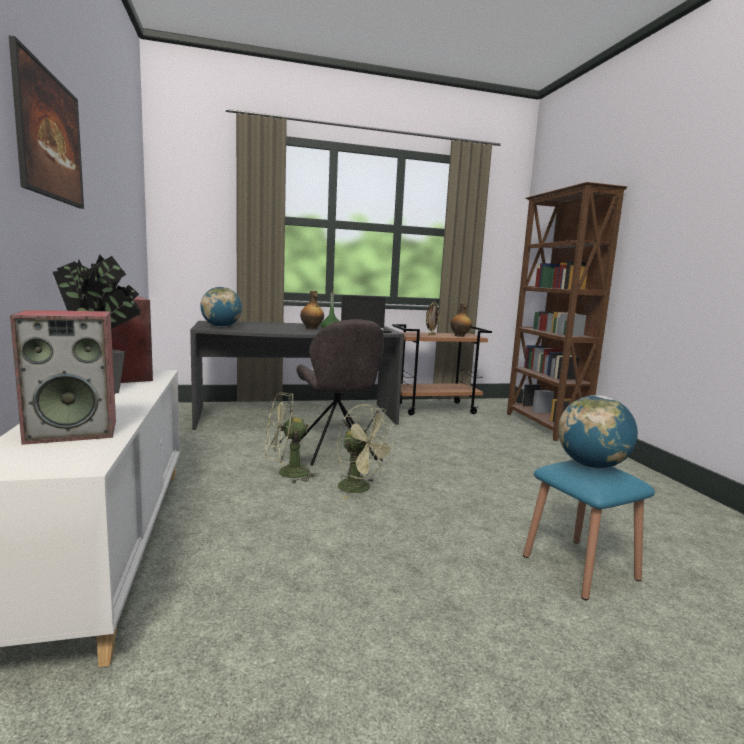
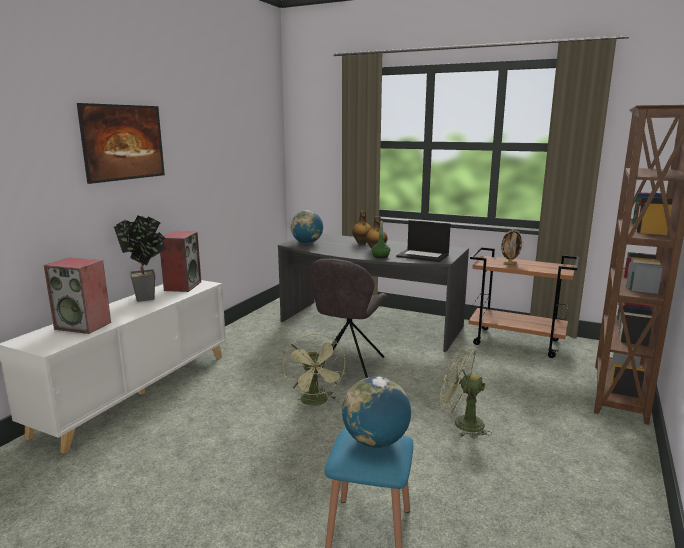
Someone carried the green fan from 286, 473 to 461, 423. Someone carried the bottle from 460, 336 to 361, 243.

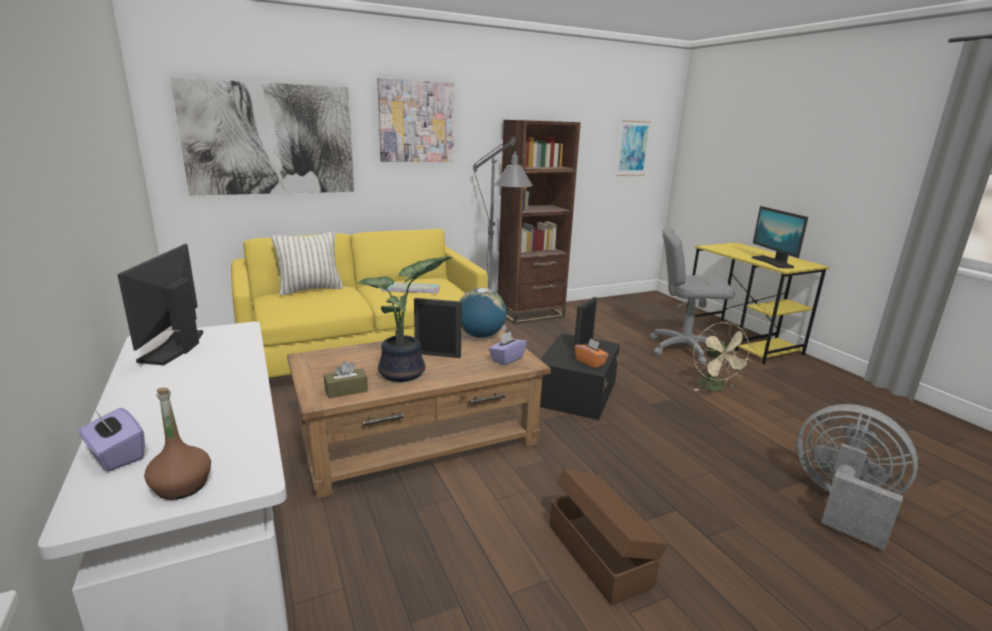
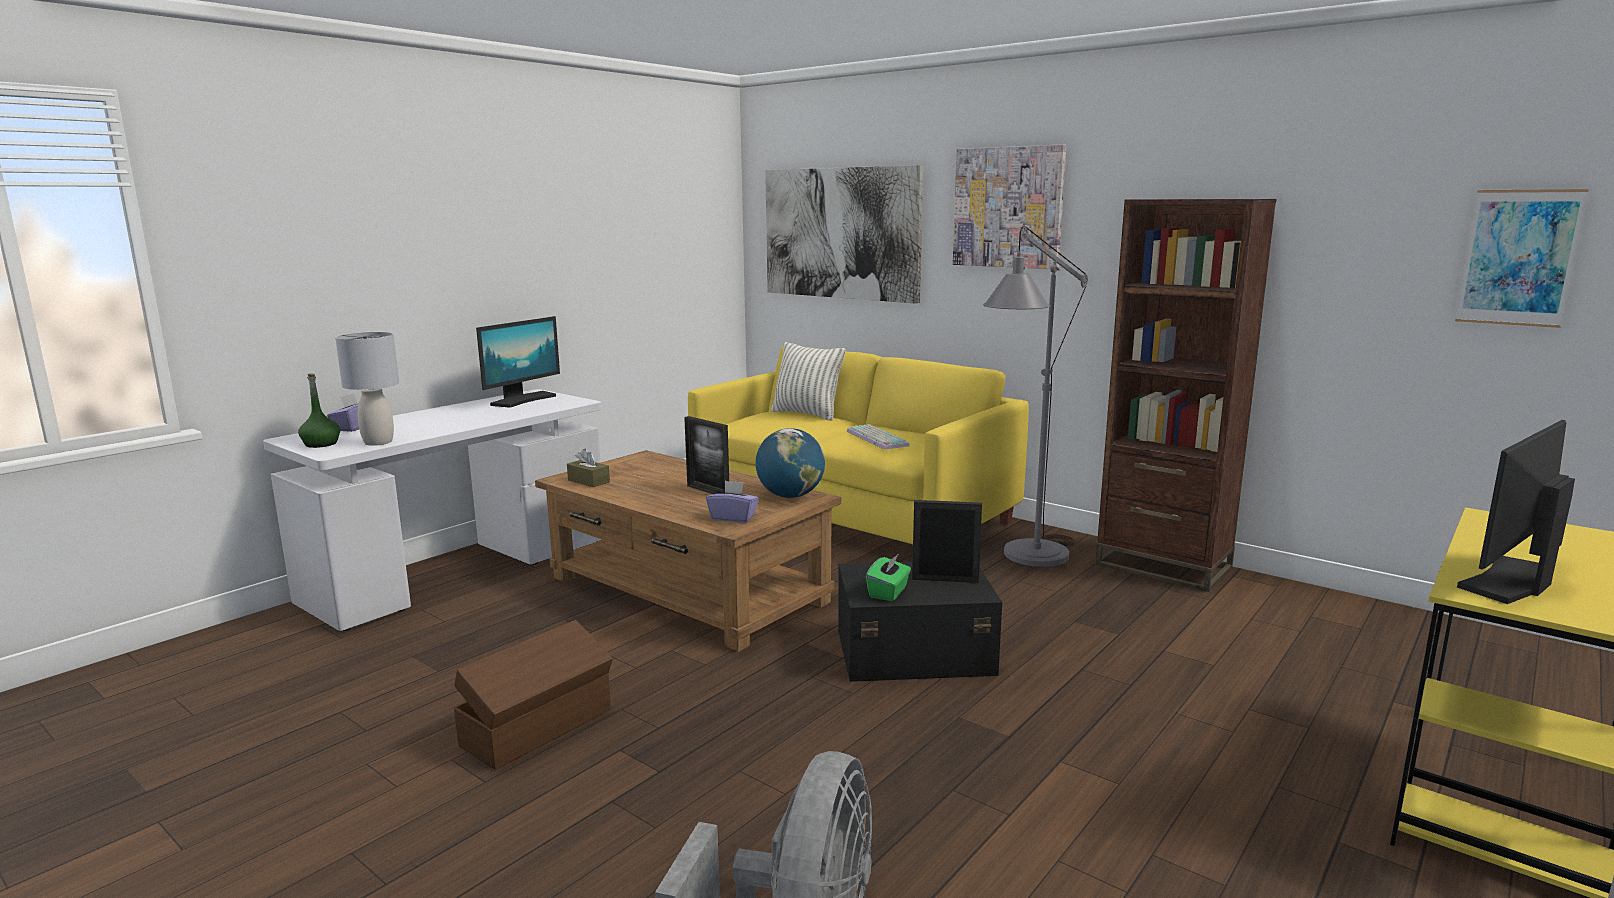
Someone took away the potted plant at 404, 374. Someone took away the grey office chair at 683, 348. Someone took away the beige fan at 714, 388. Someone put down the grey table lamp at 377, 442. Someone repainted the brown bottle at 182, 486, which became the green bottle at 321, 444. Someone repainted the orange tissue box at 590, 362, which became the green tissue box at 888, 592. Someone rotated the monitor at 175, 348 by 150 degrees clockwise. Someone rotated the picture frame at 437, 355 by 150 degrees clockwise.

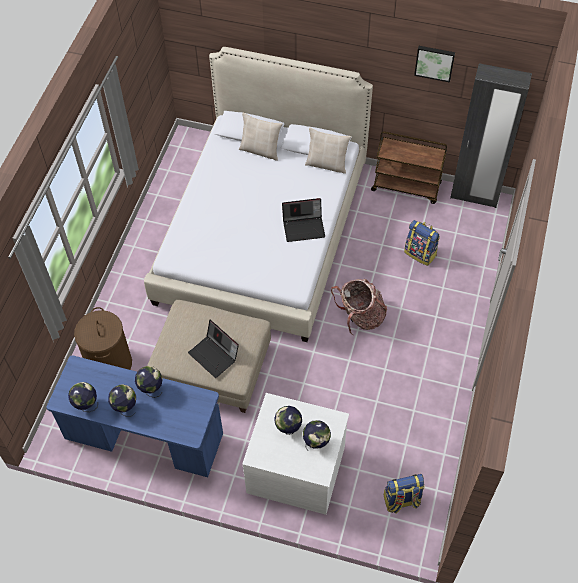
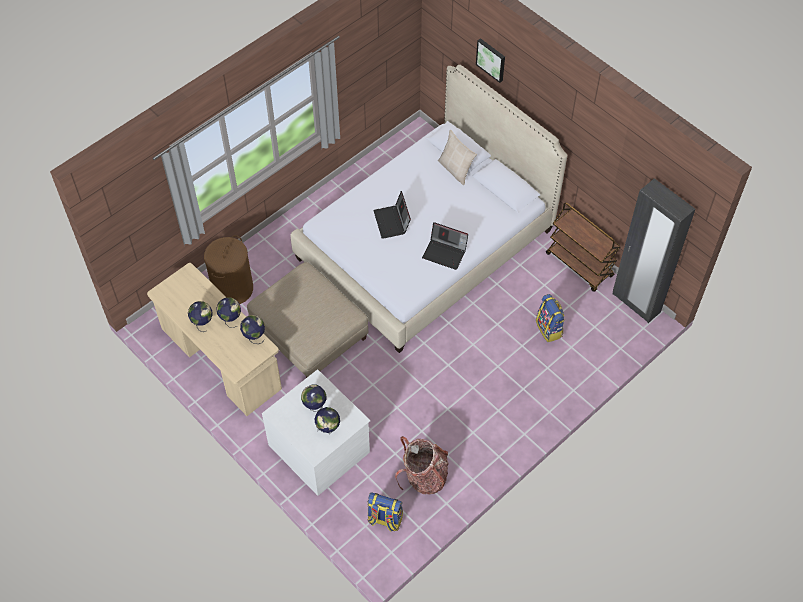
Someone took away the beige pillow at 327, 164. Someone carried the globe from 86, 405 to 254, 337. Someone carried the laptop from 214, 355 to 392, 222. Someone carried the backpack from 360, 317 to 424, 476. Someone carried the picture from 434, 62 to 491, 59. Someone repainted the blue desk at 144, 437, which became the beige desk at 221, 360.

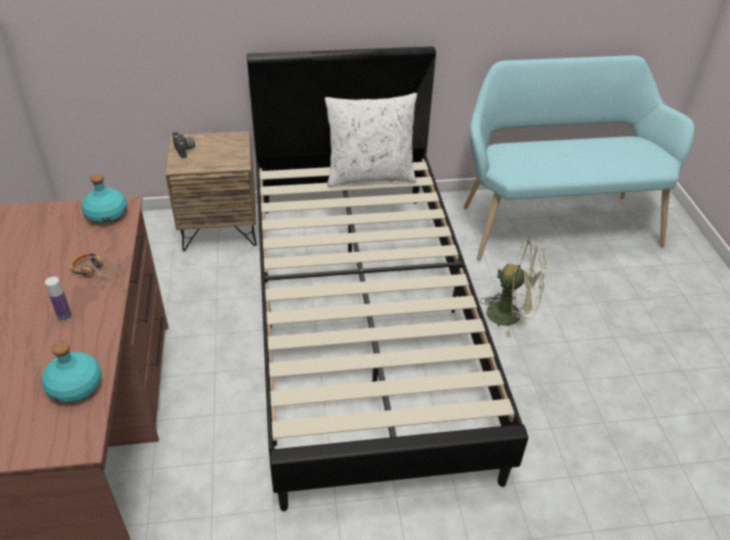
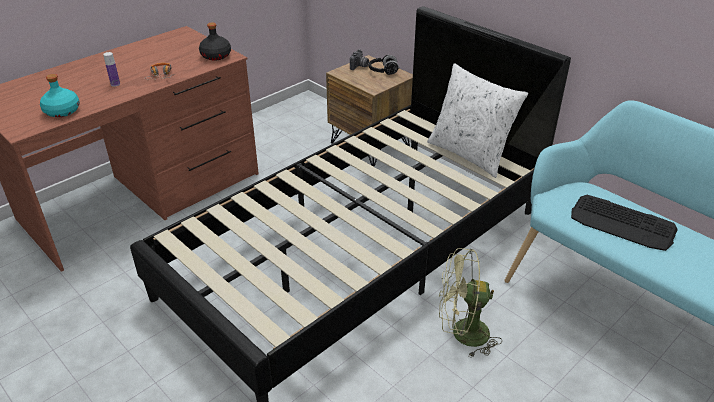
Someone put down the black headphones at 383, 71. Someone put down the keyboard at 622, 223. Someone repainted the turquoise bottle at 107, 215, which became the black bottle at 216, 56. Someone rotated the green fan at 511, 315 by 105 degrees clockwise.

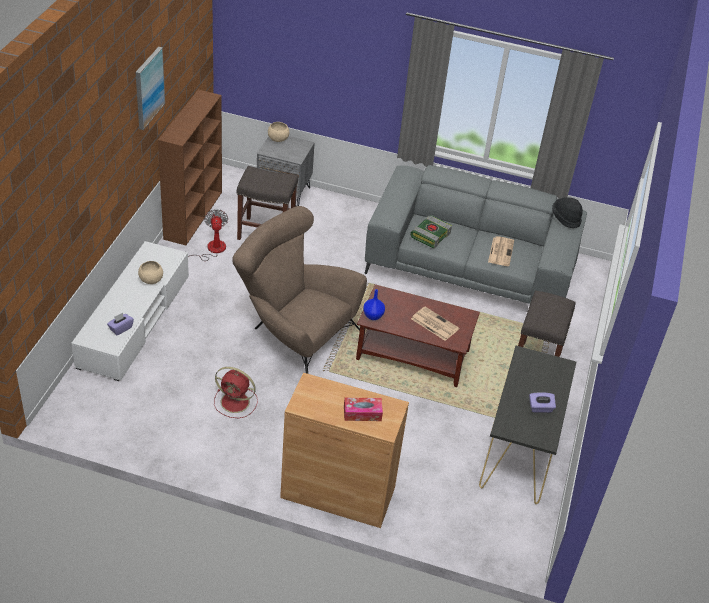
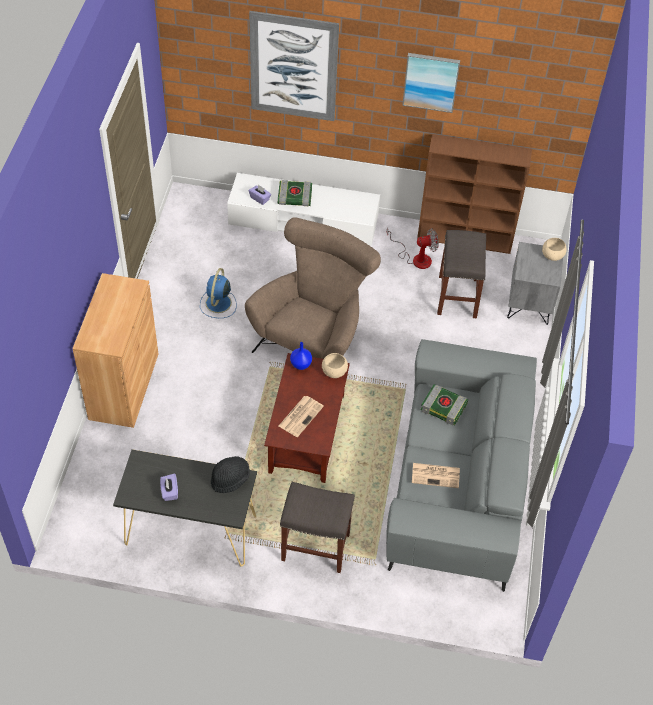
Someone took away the tissue box at 362, 413. Someone put up the picture at 293, 67. Someone put down the book at 294, 197. Someone carried the beige bowl from 151, 279 to 334, 371. Someone carried the black hat from 566, 218 to 230, 479. Someone repainted the red fan at 236, 402, which became the blue fan at 218, 304.

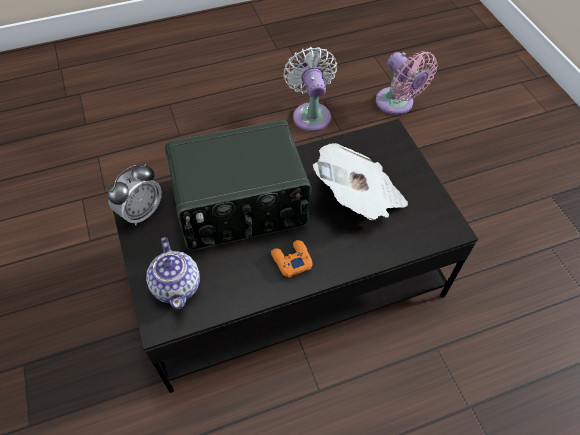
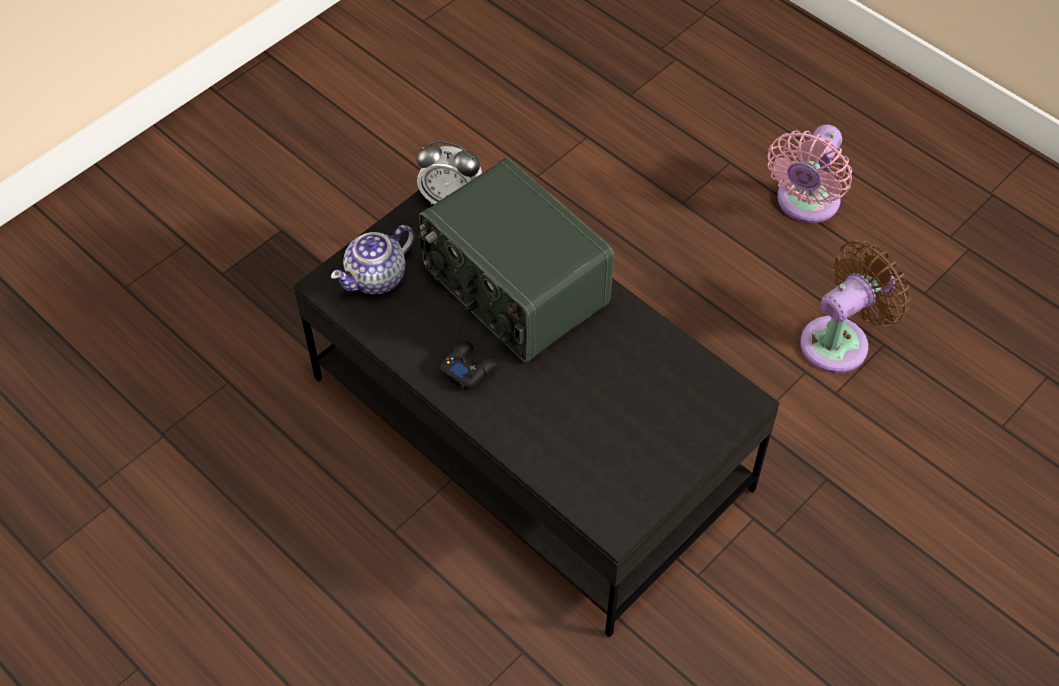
Someone took away the newspaper at 359, 197. Someone carried the pink fan from 397, 104 to 805, 204. Someone repainted the orange game controller at 291, 260, which became the black game controller at 467, 368. Someone repainted the white fan at 311, 114, which became the brown fan at 840, 341.

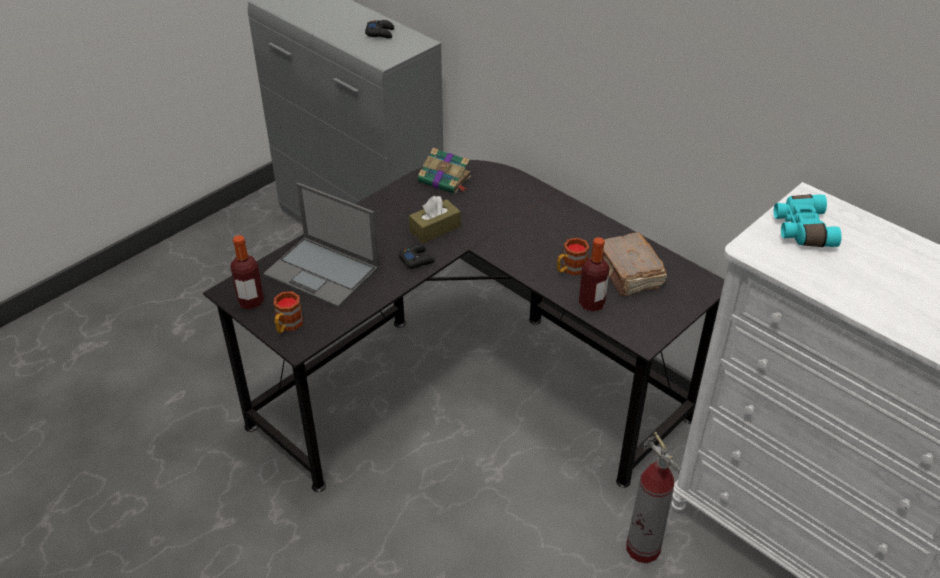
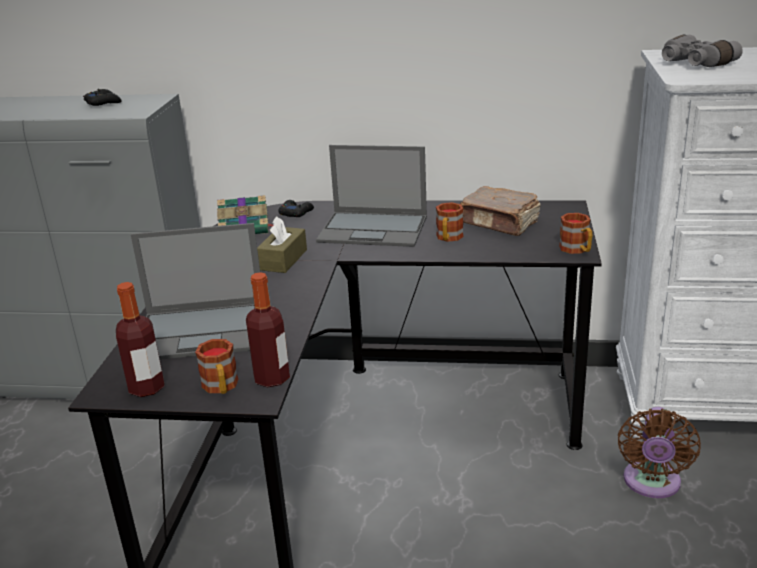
Someone put down the laptop at 374, 229. Someone put down the mug at 577, 250. Someone carried the black game controller from 416, 260 to 296, 213. Someone carried the bottle from 591, 304 to 272, 378. Someone swapped the fire extinguisher at 643, 548 for the brown fan at 651, 484. Someone repainted the turquoise binoculars at 801, 230, which became the grey binoculars at 694, 63.

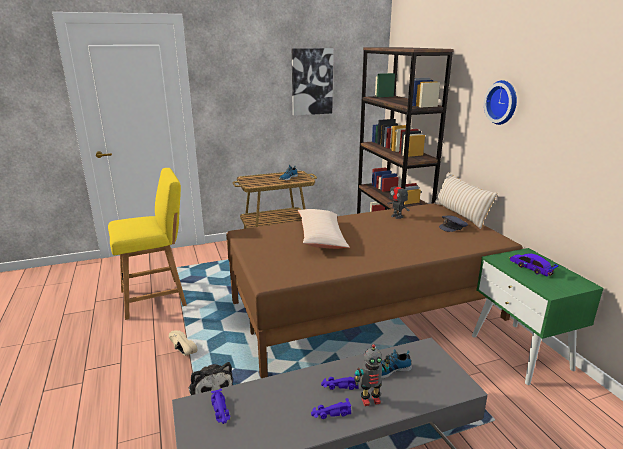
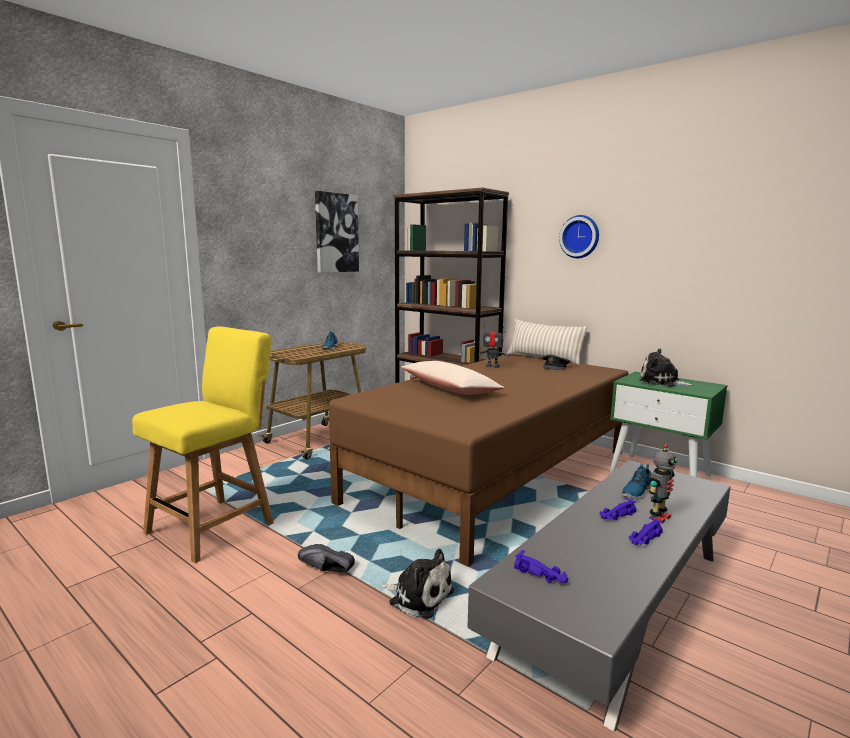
Someone swapped the toy car at 531, 268 for the plush toy at 662, 382. Someone repainted the beige shoe at 180, 349, which became the black shoe at 325, 570.

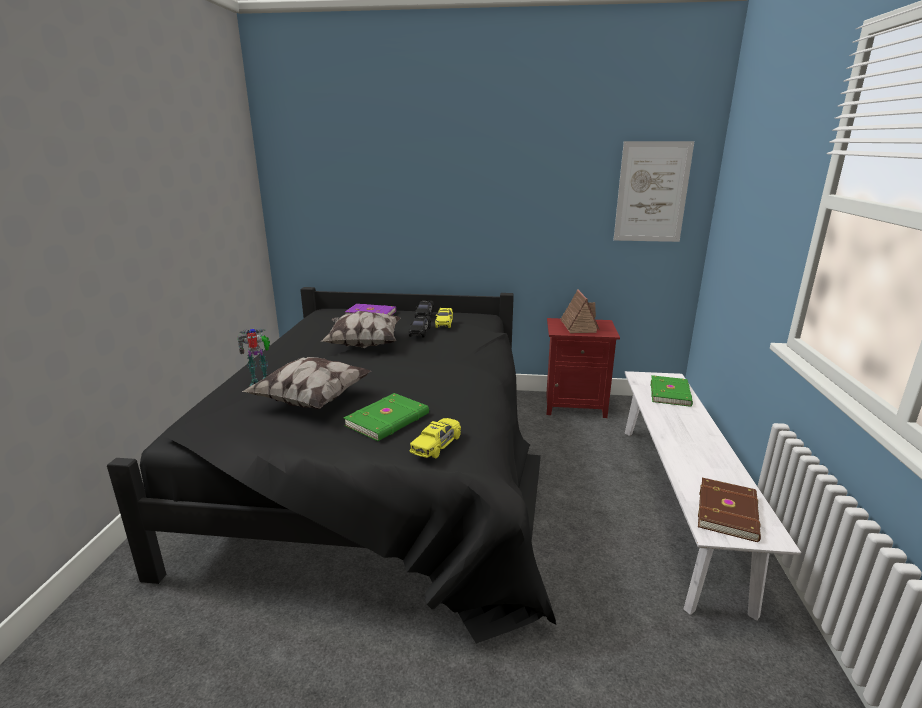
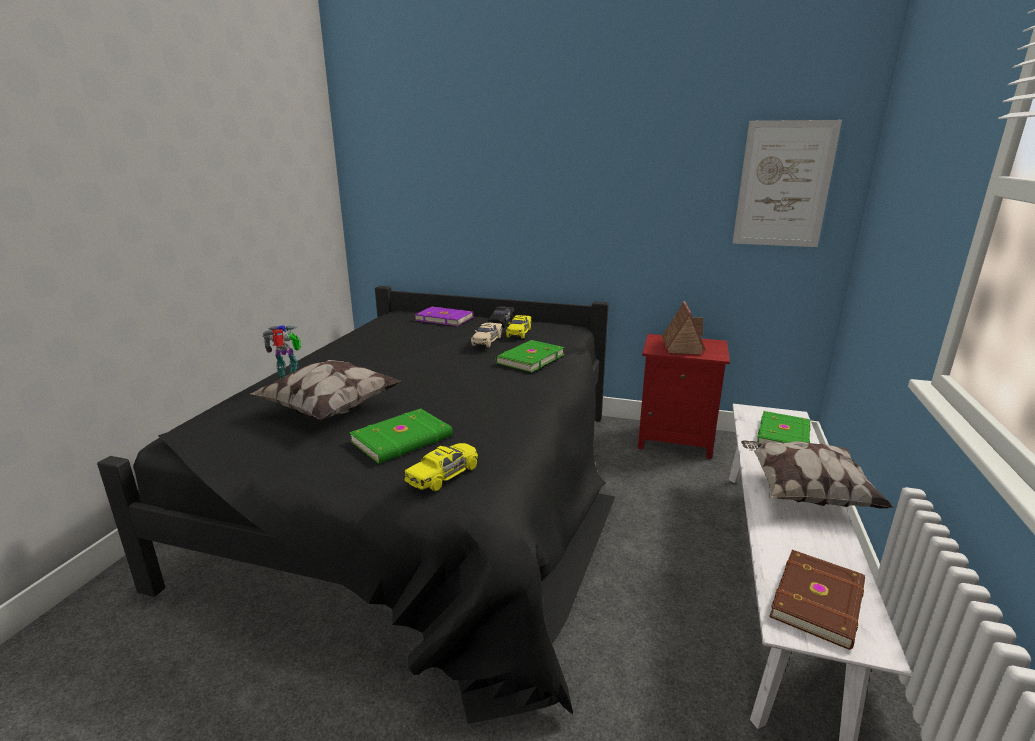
Someone put down the green book at 529, 358. Someone carried the pillow from 363, 344 to 804, 492. Someone repainted the black toy car at 420, 332, which became the beige toy car at 487, 341.

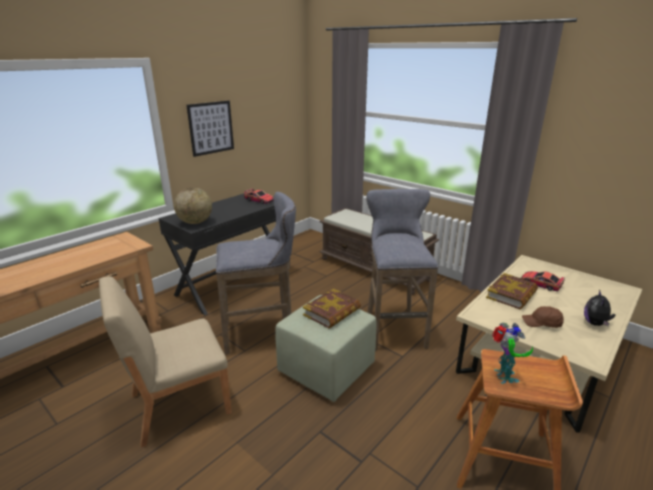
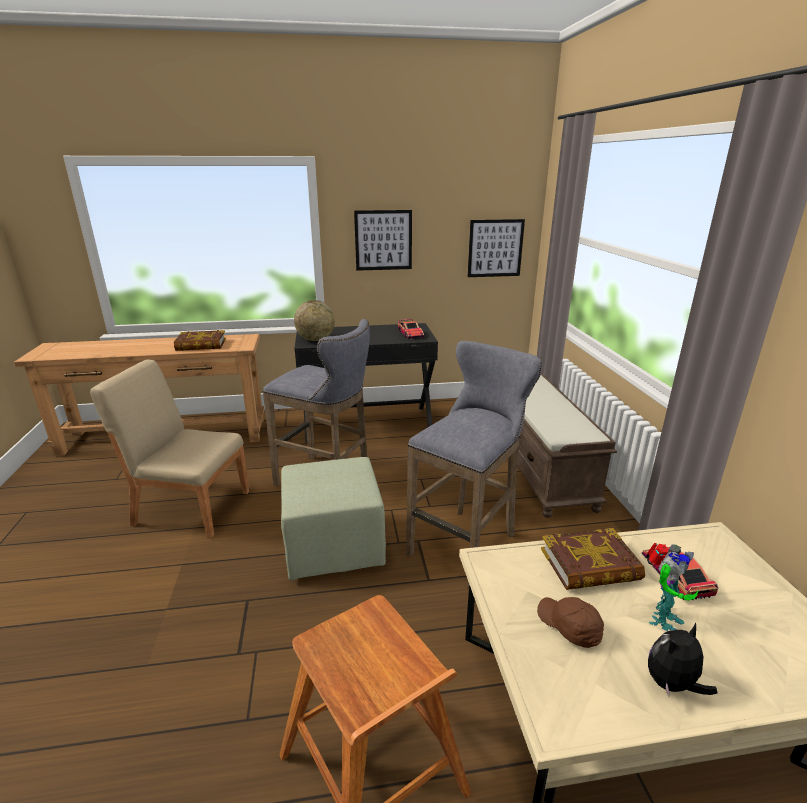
Someone put up the picture at 495, 248. Someone carried the book from 332, 312 to 201, 345. Someone carried the toy robot from 503, 377 to 661, 619.

